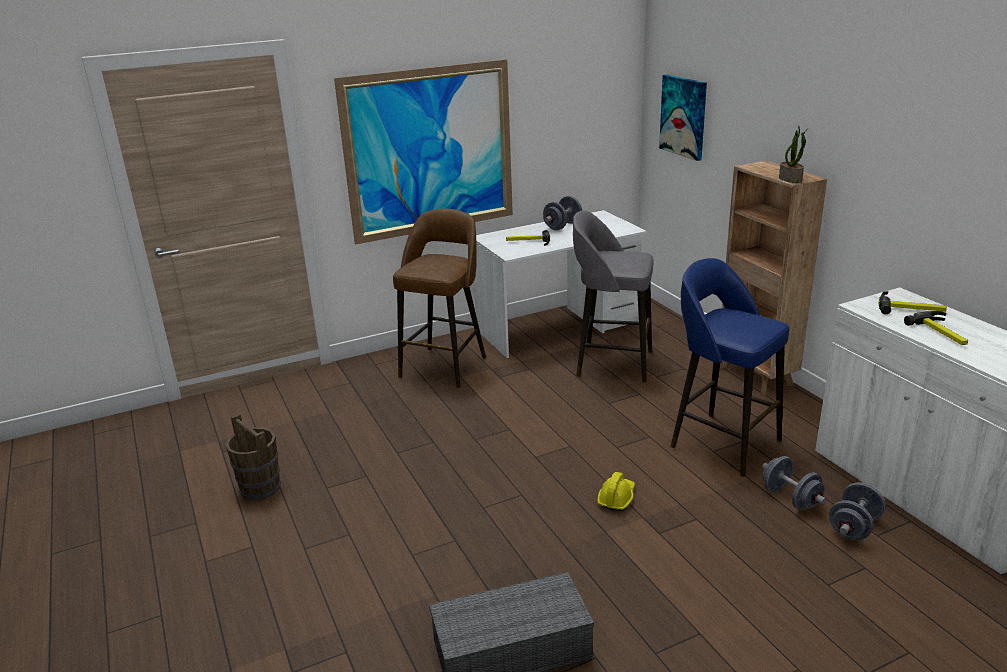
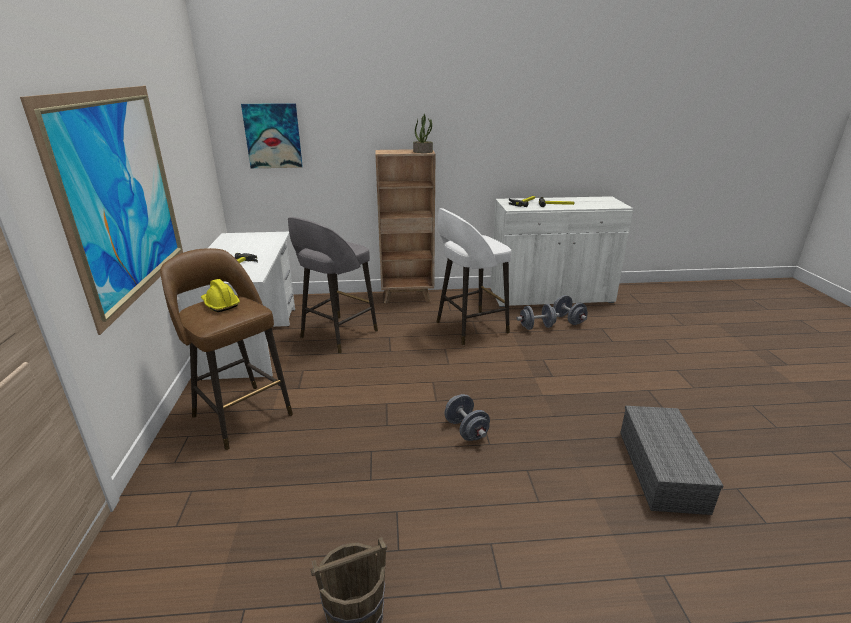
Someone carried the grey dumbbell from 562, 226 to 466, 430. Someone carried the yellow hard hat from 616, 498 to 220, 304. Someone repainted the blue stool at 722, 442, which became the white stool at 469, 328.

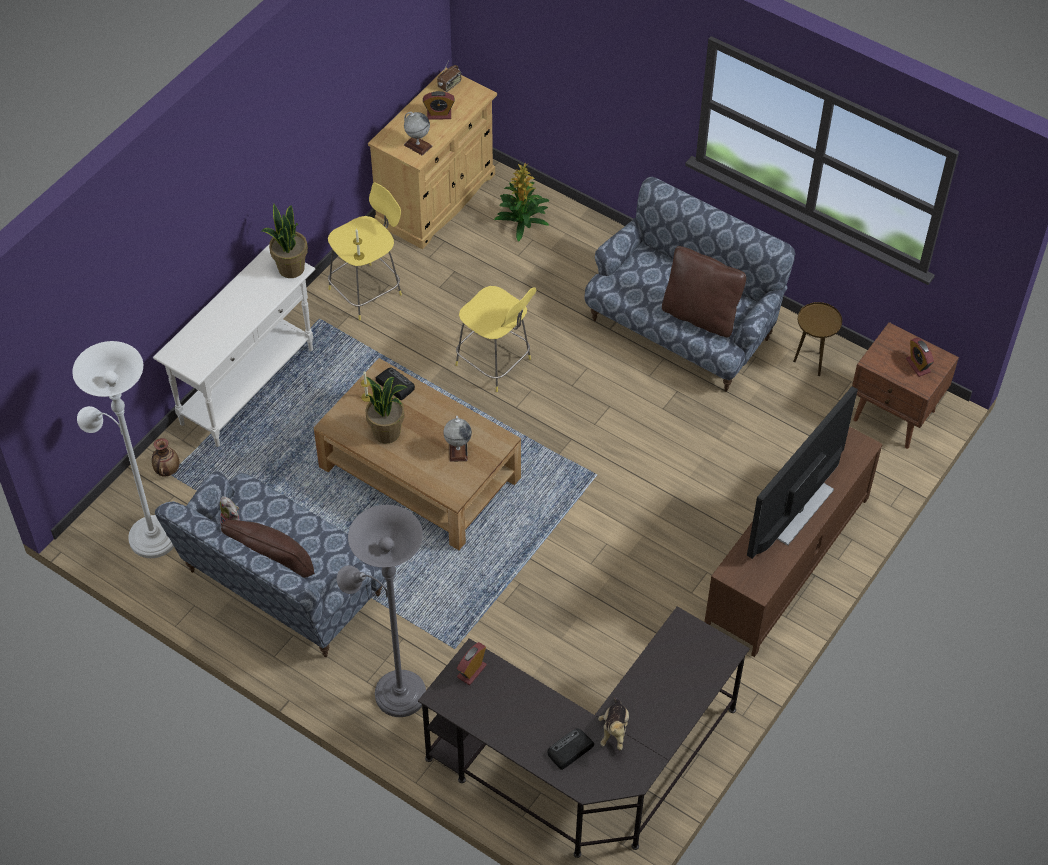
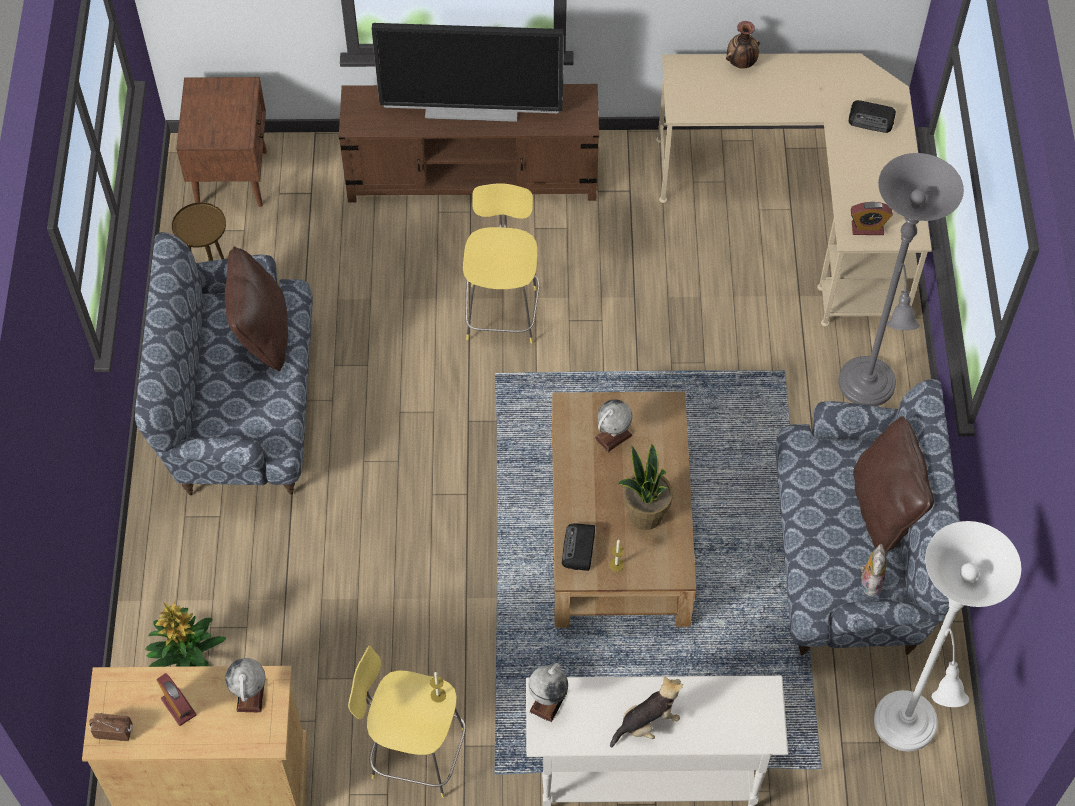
Someone took away the alarm clock at 918, 365. Someone carried the vase from 167, 470 to 741, 63. Someone carried the yellow stool from 495, 363 to 502, 311. Someone carried the plush toy from 614, 730 to 647, 723. Someone swapped the potted plant at 290, 268 for the globe at 548, 701. Someone repainted the black desk at 588, 766, which became the beige desk at 802, 207.

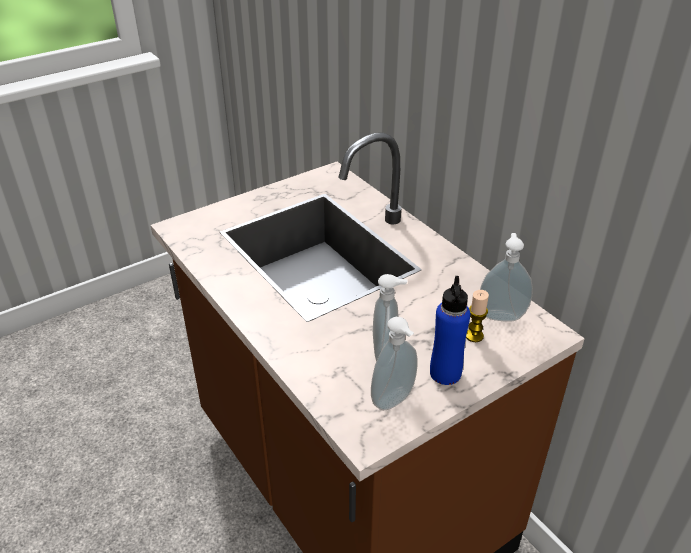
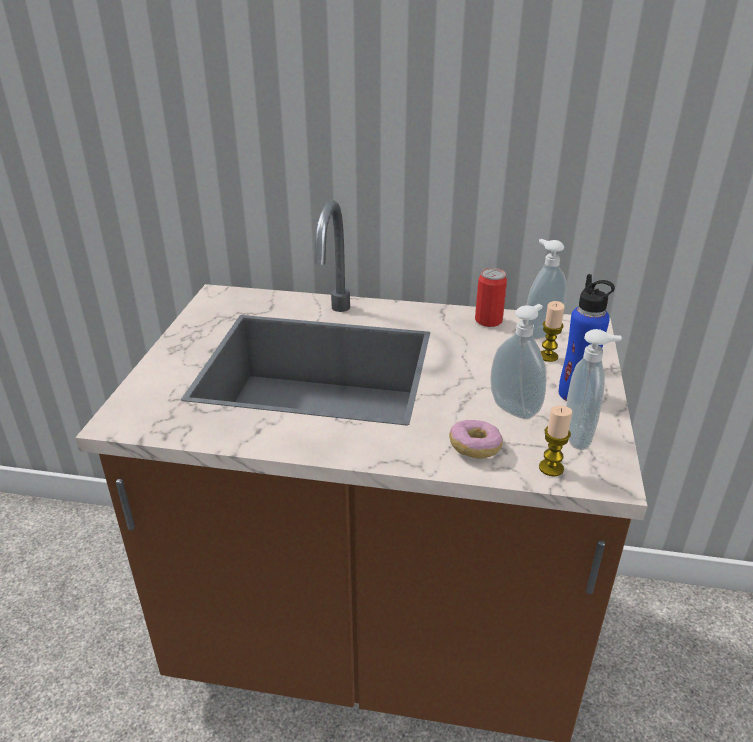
Someone put down the donut at 474, 448. Someone put down the can at 488, 320. Someone put down the candle at 551, 468.

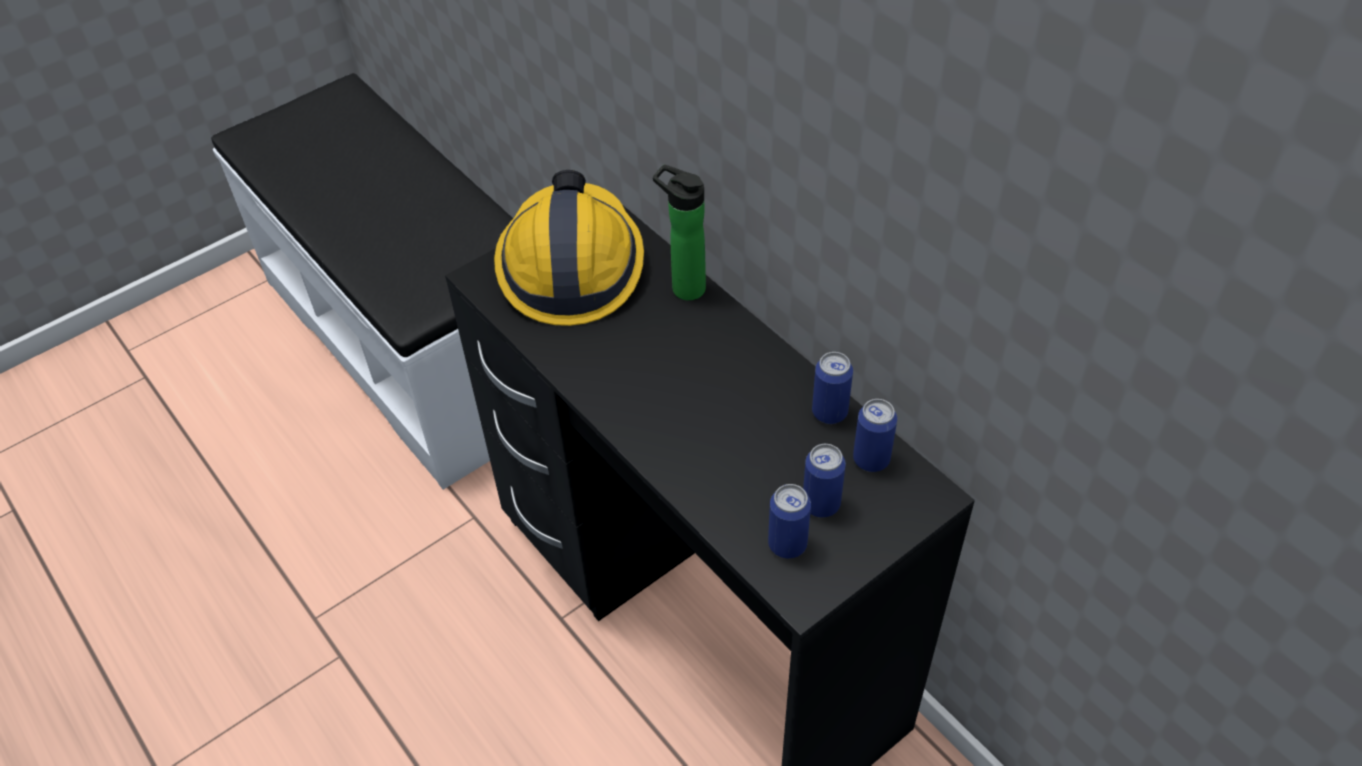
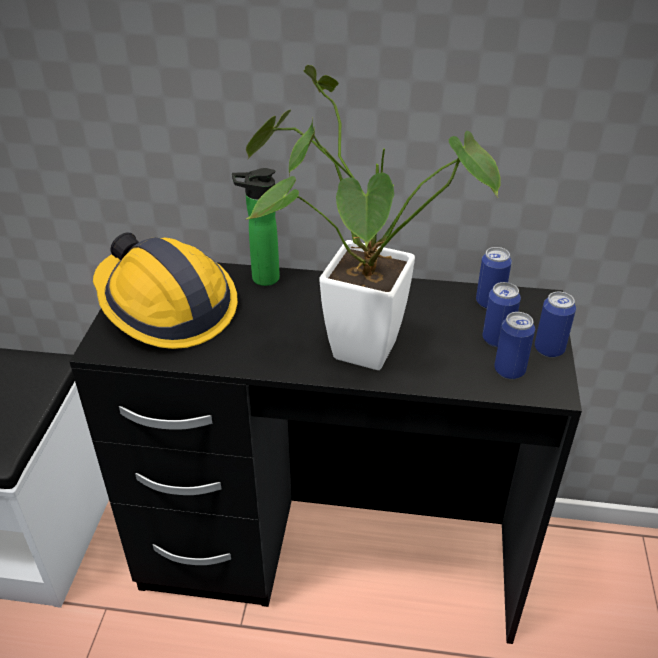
Someone put down the potted plant at 349, 345. Someone carried the can from 829, 412 to 549, 349.

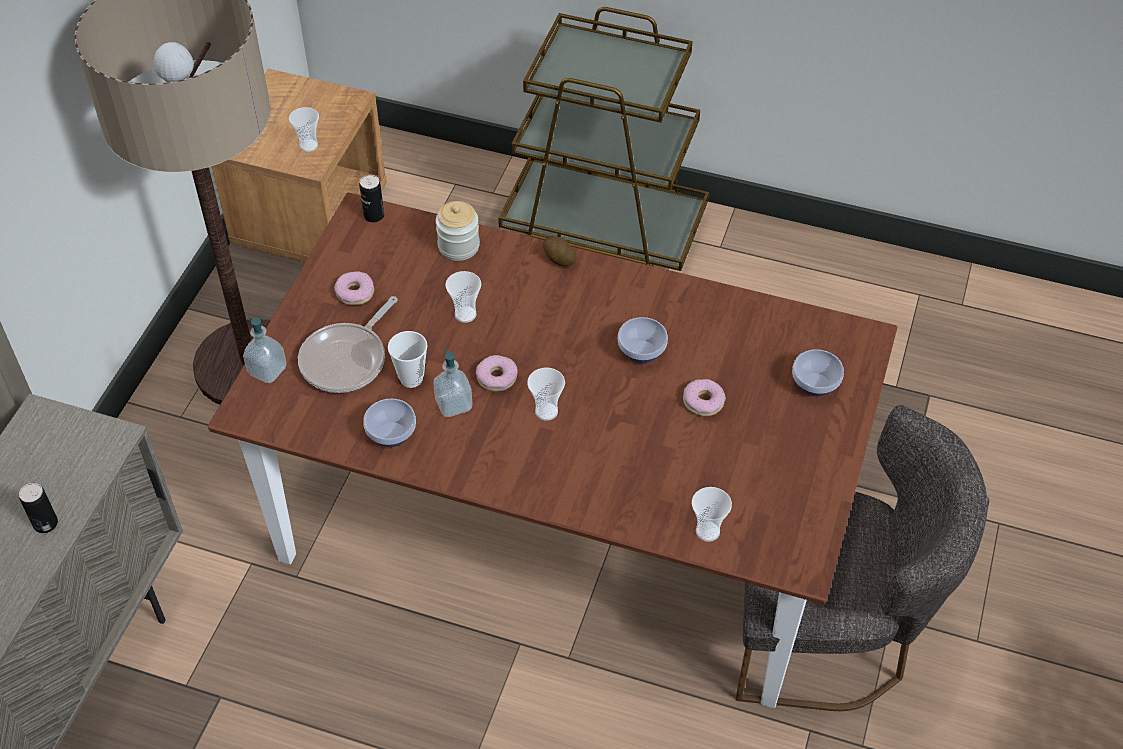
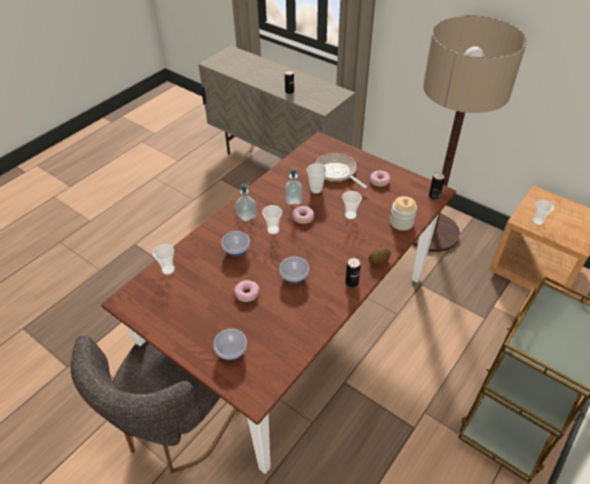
Someone put down the can at 352, 282. Someone carried the soap dispenser from 267, 370 to 246, 215. Someone carried the bowl from 390, 434 to 237, 250.

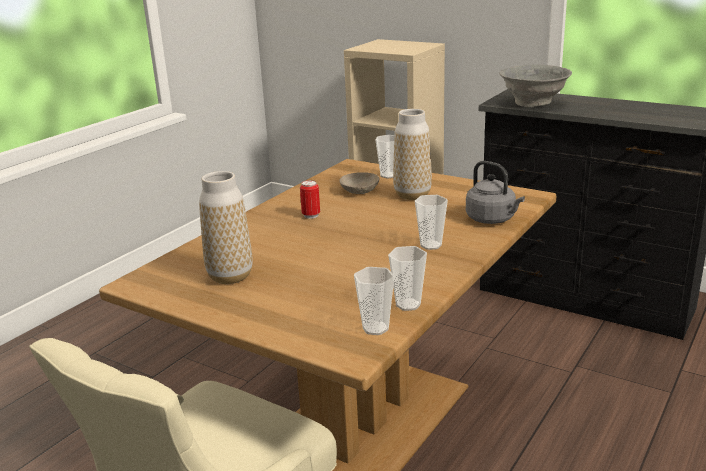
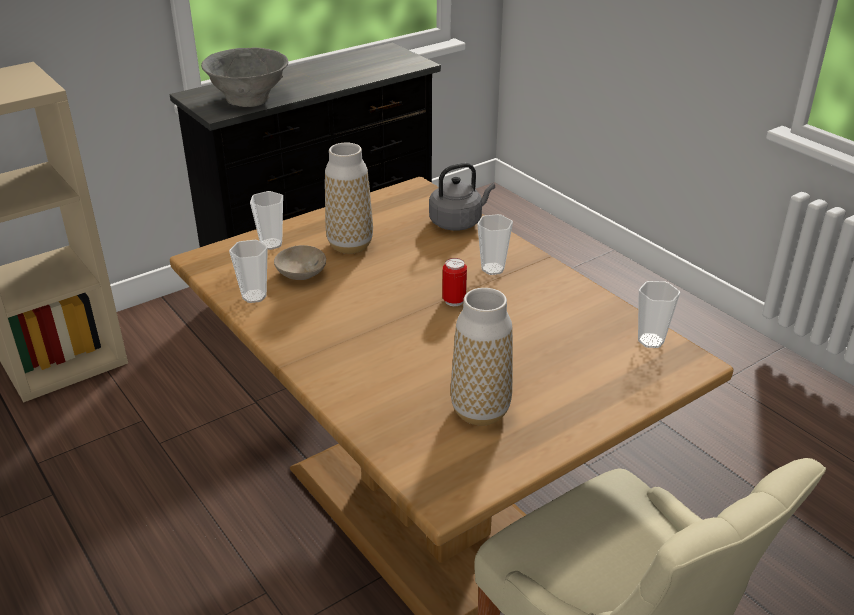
Someone carried the can from 311, 215 to 454, 301. Someone carried the cup from 408, 305 to 254, 296.

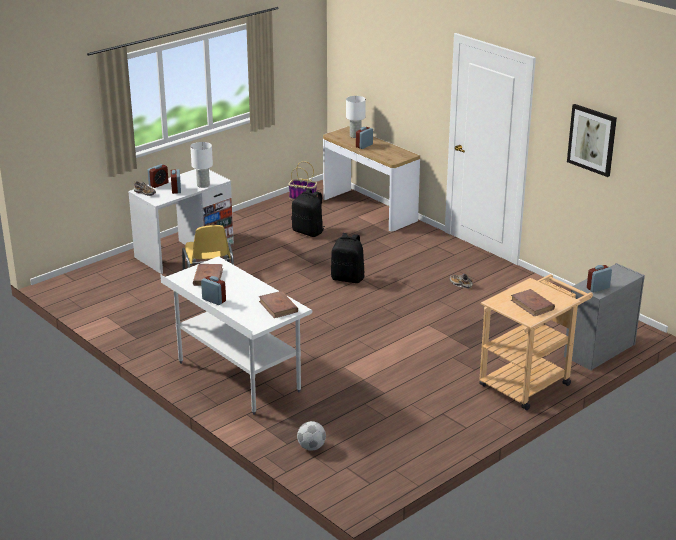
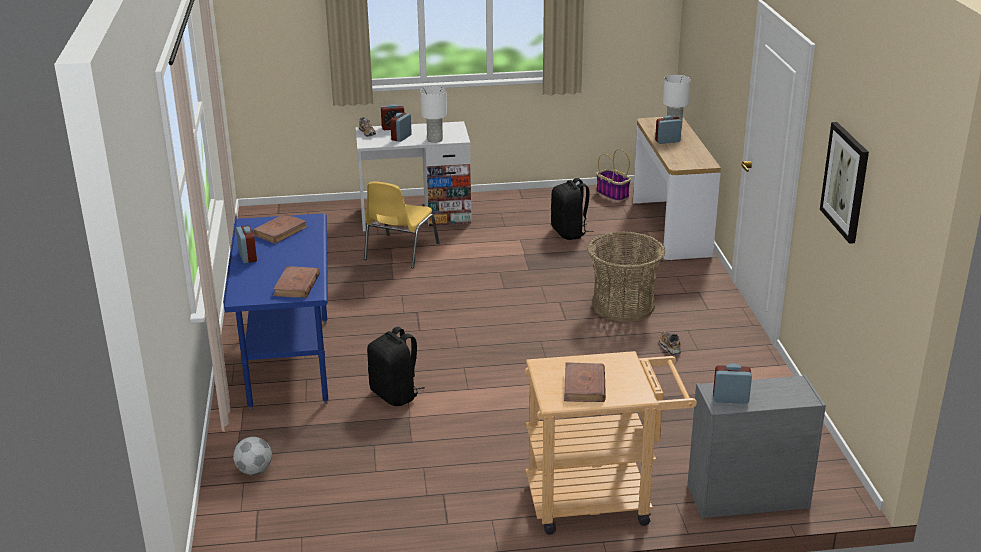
Someone put down the basket at 623, 305. Someone carried the black backpack from 348, 278 to 395, 395. Someone repainted the white desk at 238, 377, which became the blue desk at 289, 363.

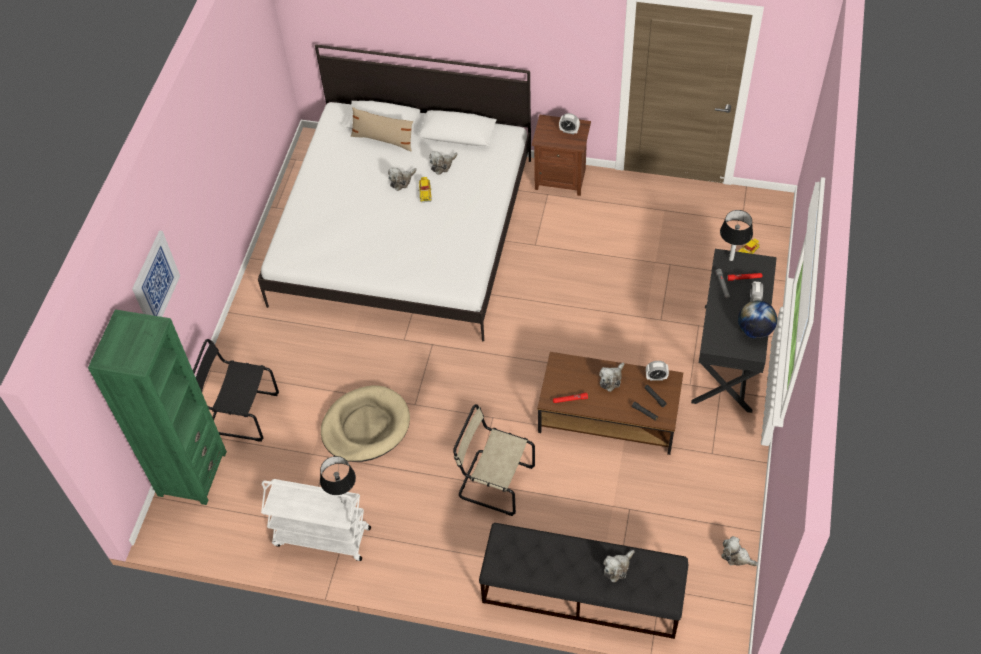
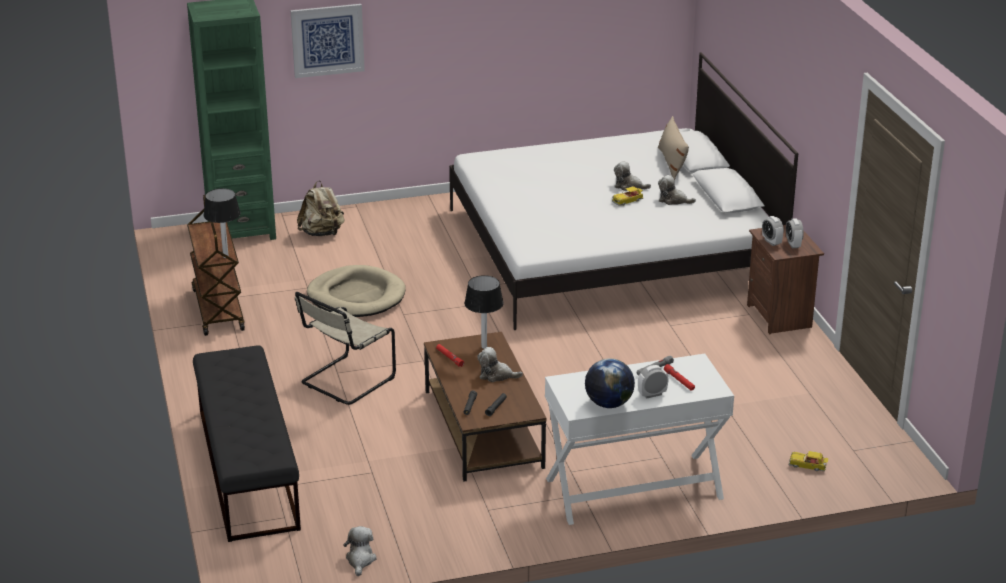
Someone took away the plush toy at 617, 568. Someone carried the alarm clock from 656, 377 to 771, 242. Someone carried the table lamp from 731, 259 to 483, 347. Someone swapped the black chair at 241, 413 for the beige backpack at 322, 233. Someone repainted the white cart at 321, 537, which became the brown cart at 217, 309. Someone repainted the black desk at 728, 357, which became the white desk at 634, 489. Someone rotated the beige chair at 493, 481 by 135 degrees counterclockwise.

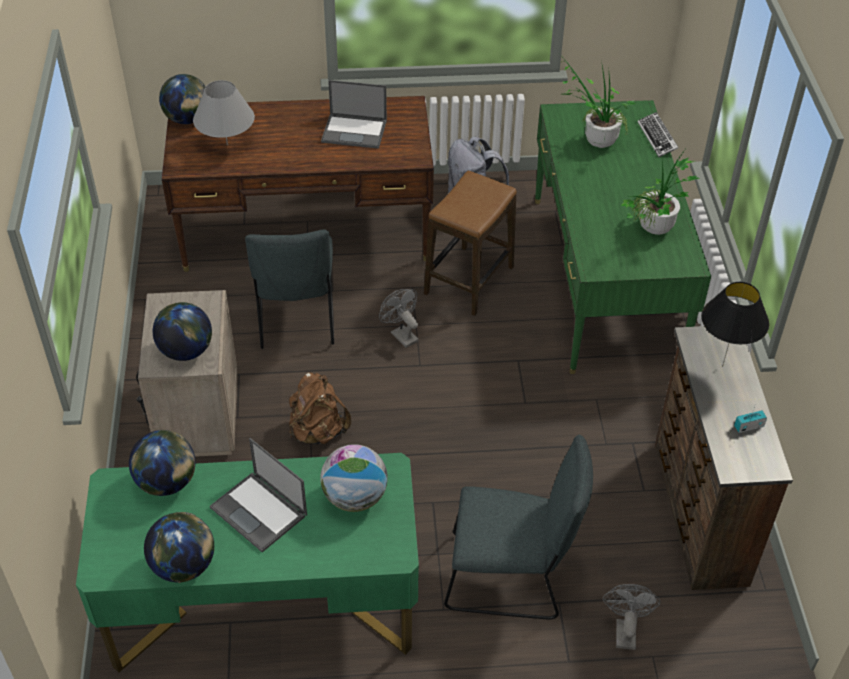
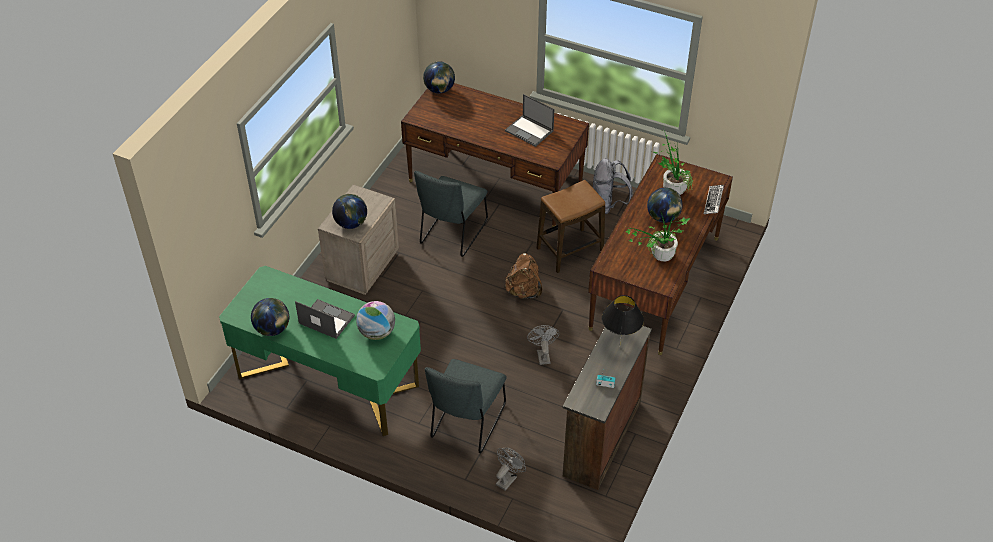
Someone took away the grey table lamp at 227, 145. Someone carried the globe from 167, 483 to 663, 218. Someone carried the brown backpack from 318, 431 to 523, 291. Someone carried the grey fan from 401, 334 to 542, 354. Someone repainted the green desk at 604, 279, which became the brown desk at 655, 282. Someone rotated the laptop at 260, 512 by 135 degrees clockwise. Someone rotated the grey chair at 511, 578 by 75 degrees clockwise.

